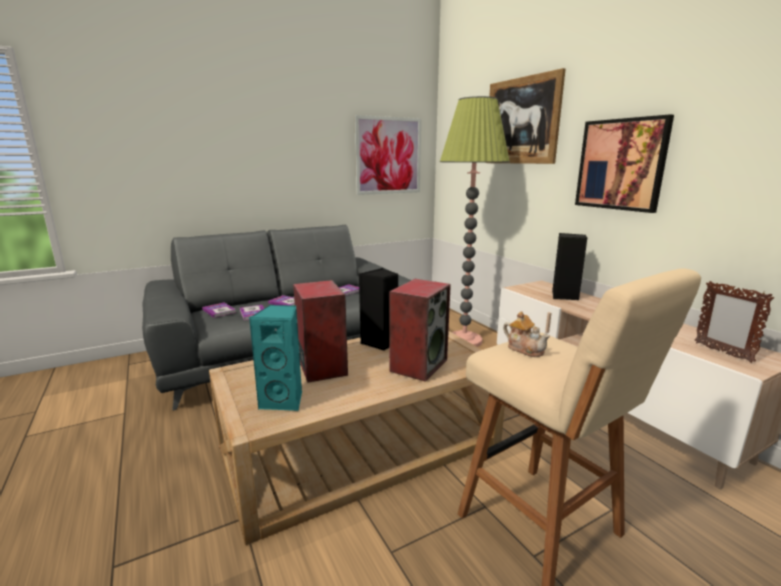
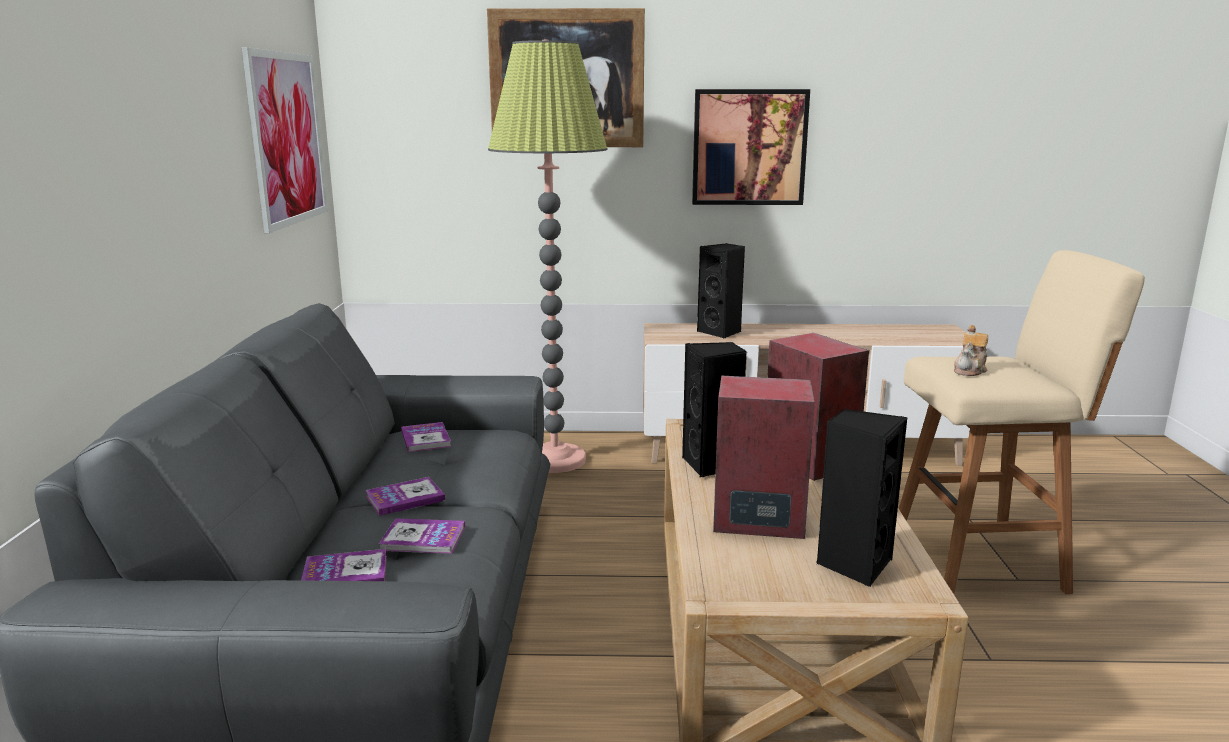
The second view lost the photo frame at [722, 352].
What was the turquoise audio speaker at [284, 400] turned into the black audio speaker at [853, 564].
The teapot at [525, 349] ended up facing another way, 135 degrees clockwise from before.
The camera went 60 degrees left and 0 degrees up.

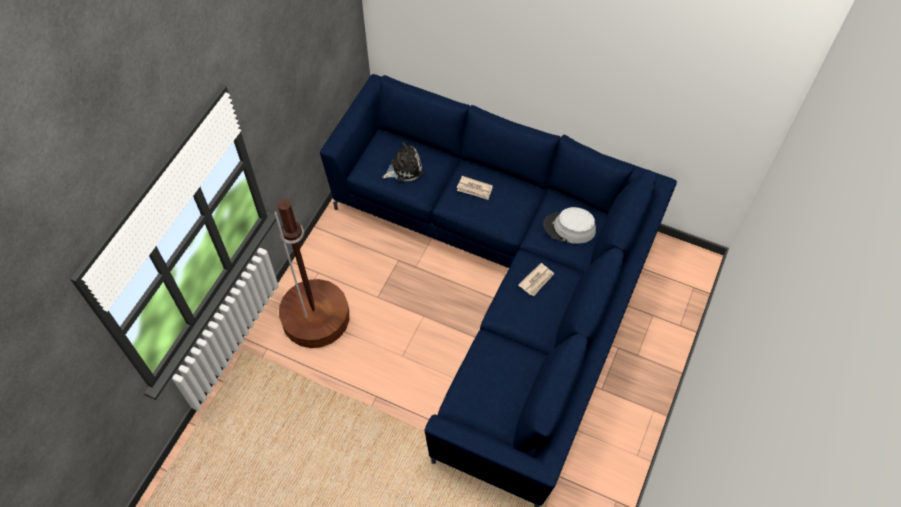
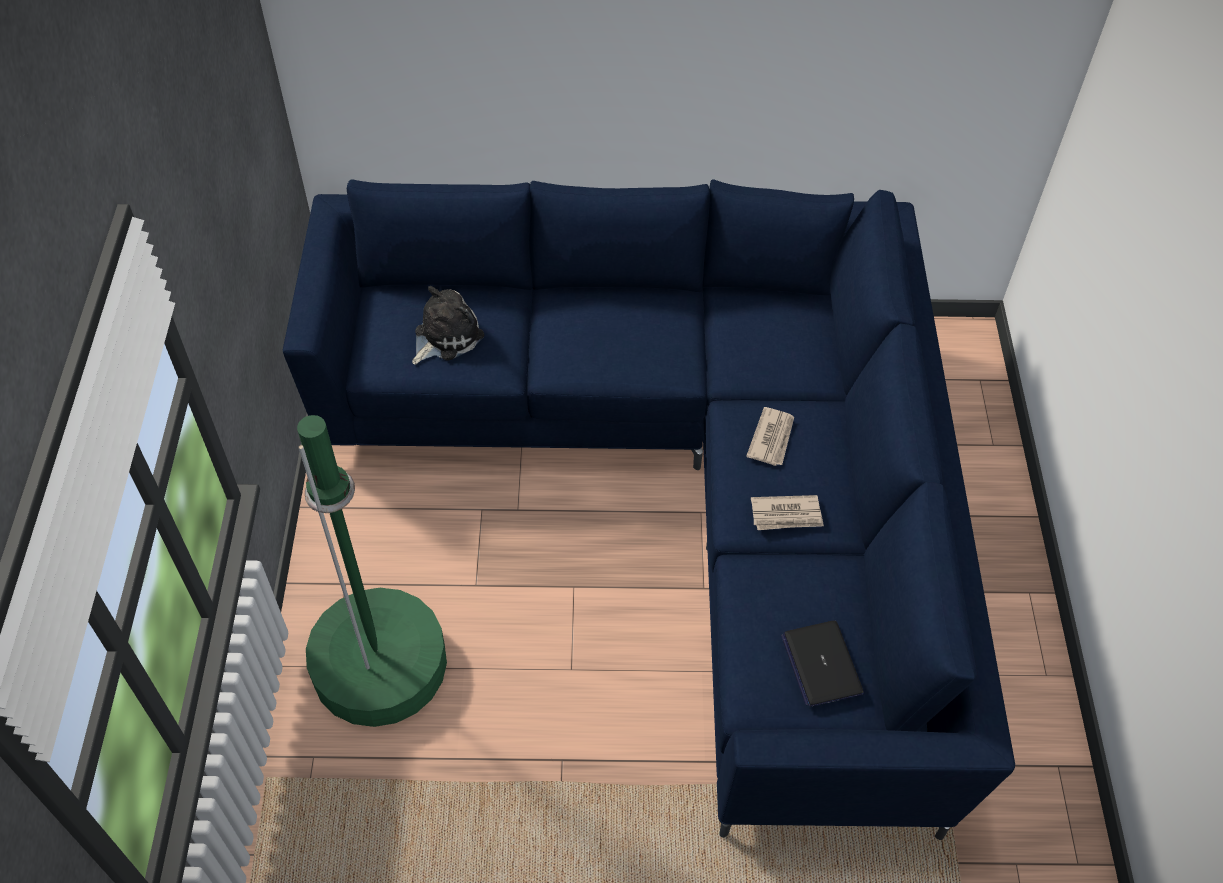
The newspaper ended up elsewhere, having gone from [474, 189] to [786, 515].
What was the brown standard lamp at [315, 317] turned into the green standard lamp at [379, 664].
The second view lost the gray clothing hat at [569, 228].
The second view gained the notebook computer at [821, 664].
The camera went 25 degrees left and 5 degrees down.

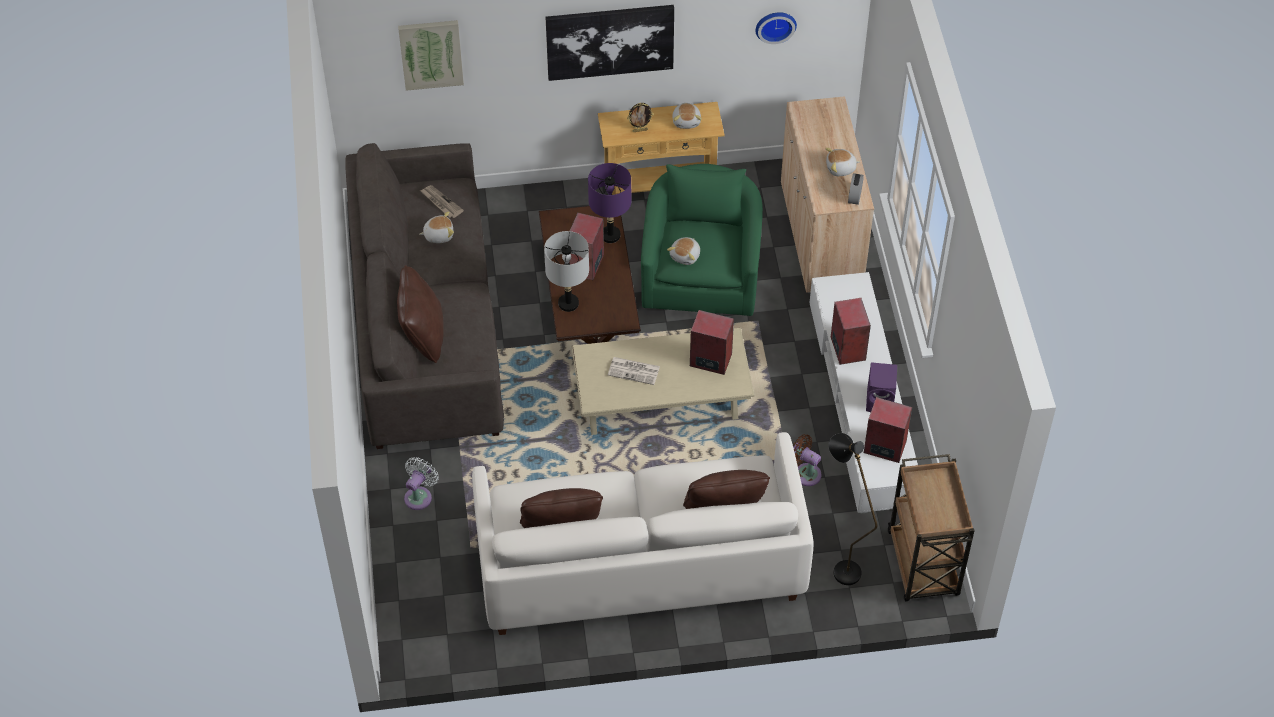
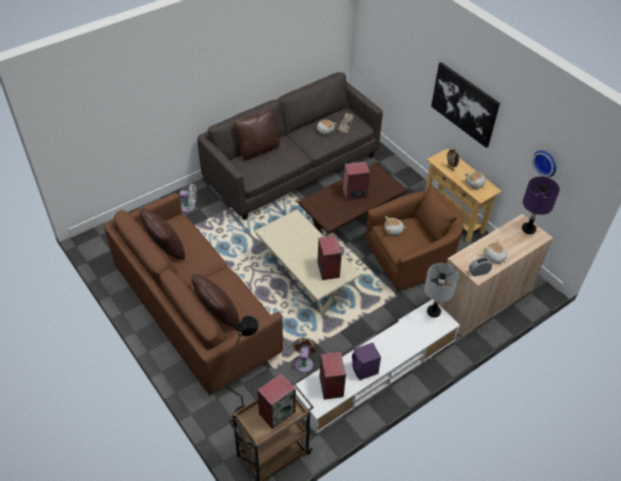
The second view lost the picture at [431, 54].
The purplish lamp for a table ended up elsewhere, having gone from [610, 235] to [528, 229].
What was the green armchair at [702, 272] turned into the brown armchair at [411, 258].
The gray lamp for a table ended up elsewhere, having gone from [568, 304] to [433, 312].
The audio speaker ended up elsewhere, having gone from [847, 348] to [277, 412].
The second view lost the newspaper at [634, 371].
What was the white couch at [640, 564] turned into the brown couch at [195, 311].
The camera went 60 degrees right and 5 degrees down.

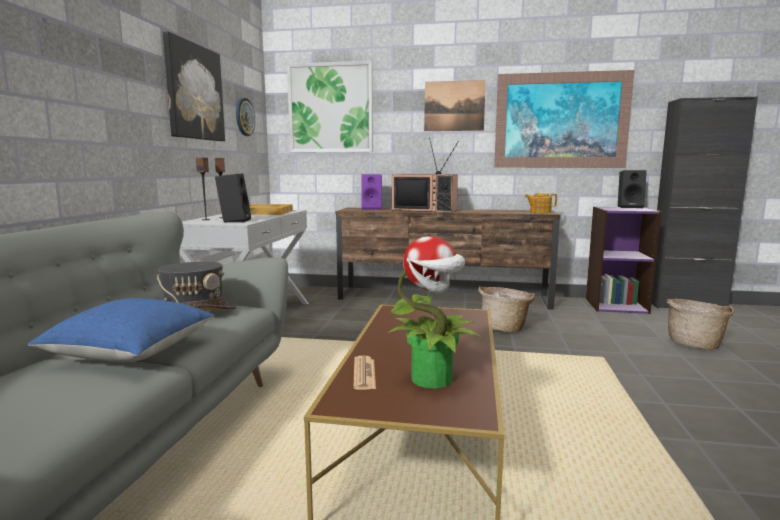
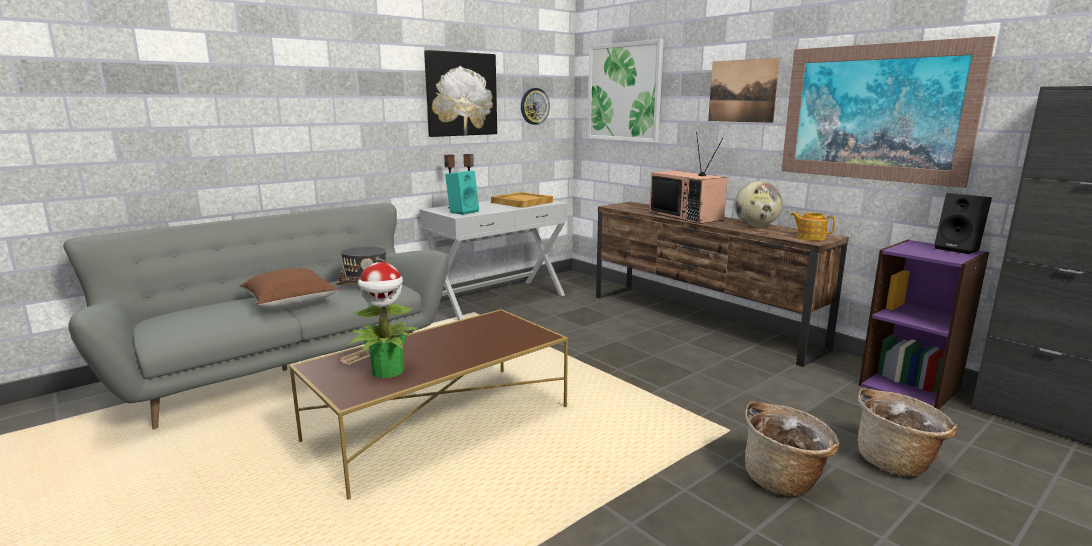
What was the black audio speaker at [234, 221] turned into the turquoise audio speaker at [463, 212].
The second view lost the purplish audio speaker at [372, 209].
The household basket ended up elsewhere, having gone from [505, 328] to [784, 480].
What was the bluish cushion at [131, 353] turned into the brown cushion at [290, 303].
The second view gained the world globe at [755, 226].
The camera went 40 degrees right and 5 degrees up.

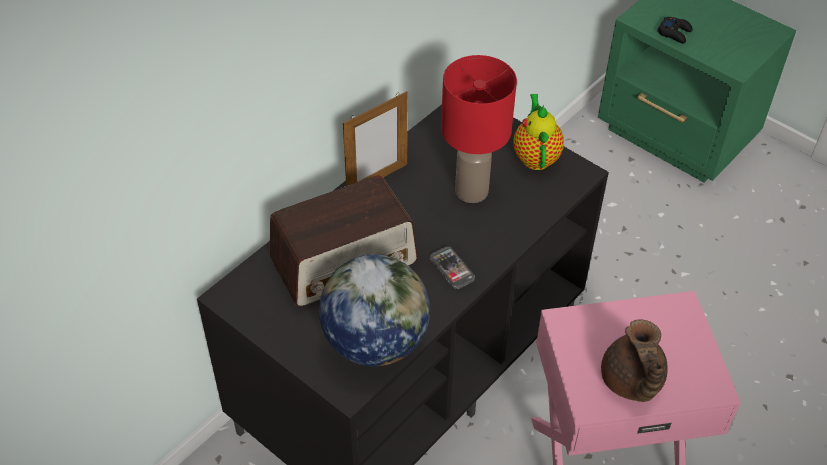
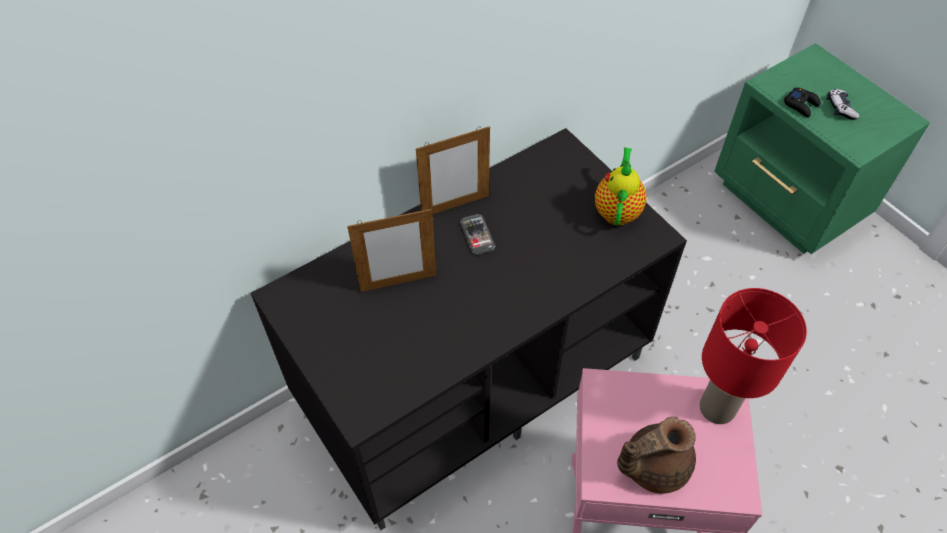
The reddish lamp for a table ended up elsewhere, having gone from [471, 190] to [717, 407].
Where the radio stood at [345, 261], the photo frame came to stand at [398, 283].
The phone ended up elsewhere, having gone from [452, 268] to [477, 235].
The second view lost the world globe at [375, 342].
The brown teapot at [631, 382] ended up facing another way, 60 degrees clockwise from before.
The second view gained the game controller at [840, 108].
The camera went 15 degrees right and 5 degrees up.

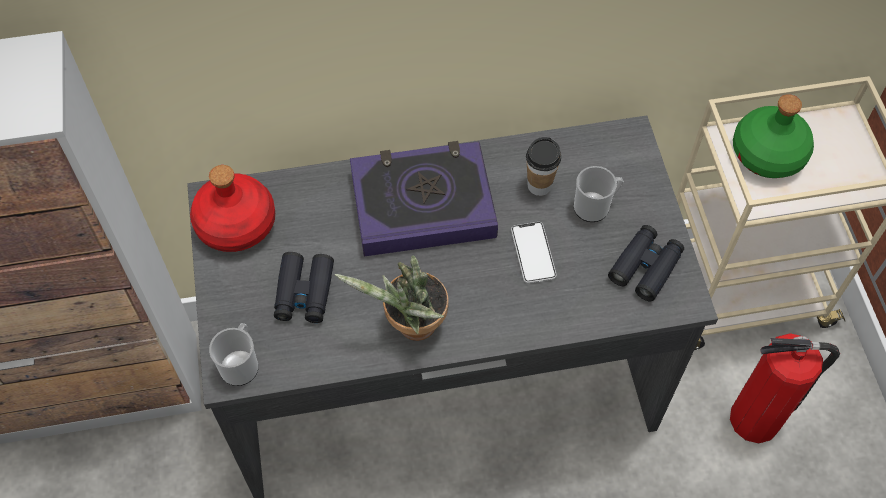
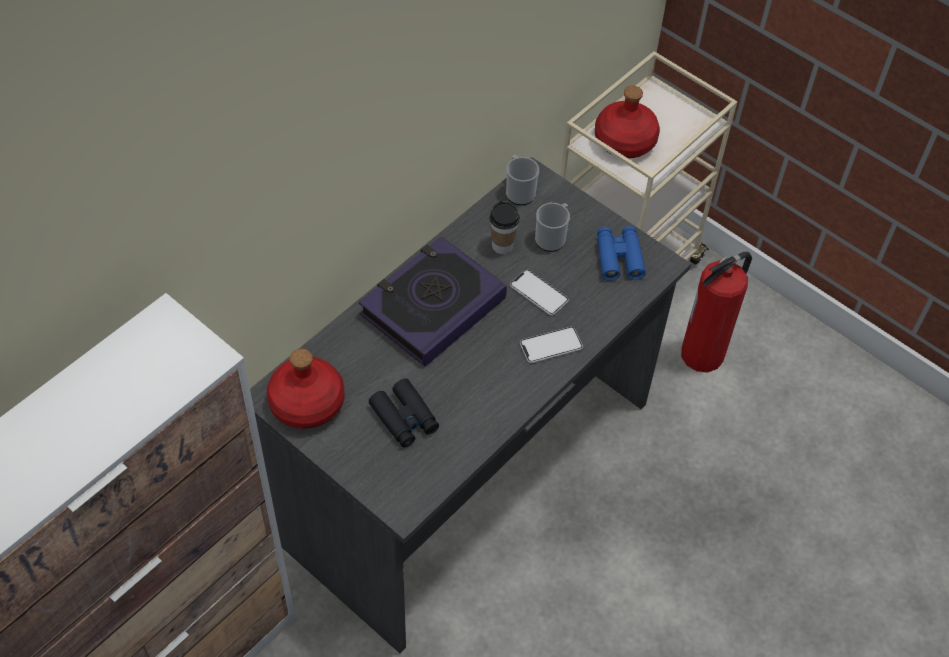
What was the green bottle at [767, 154] turned into the reddish bottle at [624, 142].
What was the black binoculars at [645, 267] turned into the bluish binoculars at [619, 258].
The second view lost the potted plant at [411, 327].
The coffee mug ended up elsewhere, having gone from [241, 364] to [519, 191].
The second view gained the phone at [551, 345].
The camera went 40 degrees left and 5 degrees down.

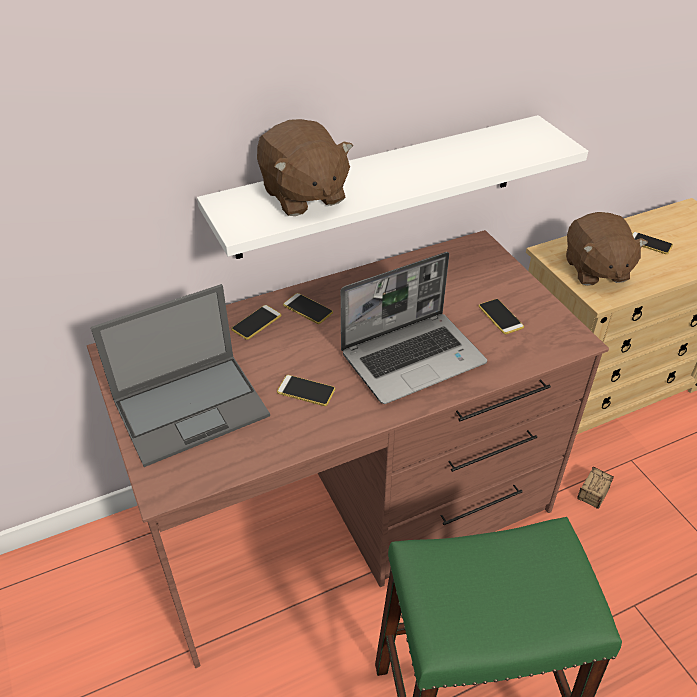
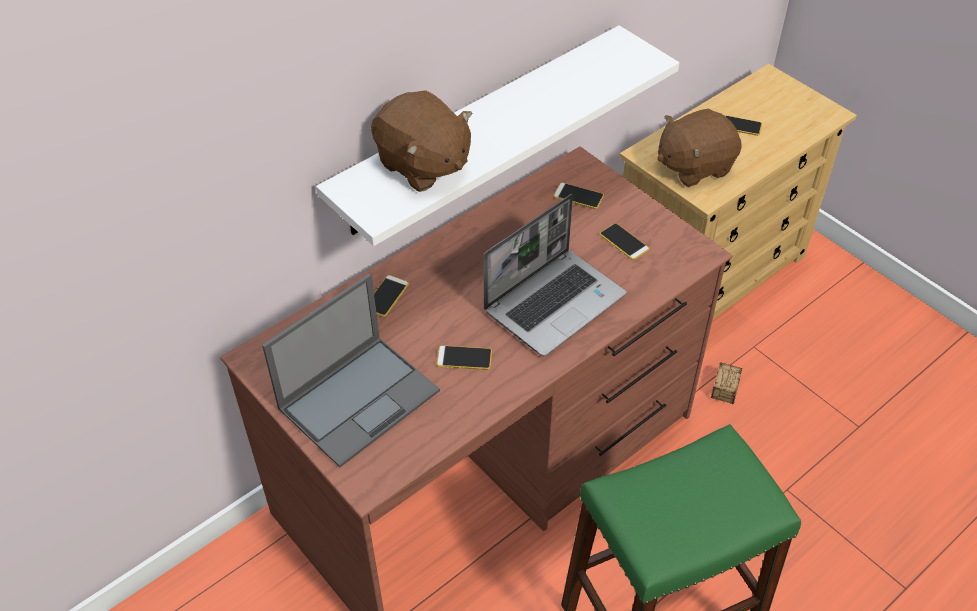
The brown soft toy at [595, 270] ended up facing another way, 90 degrees clockwise from before.
The phone ended up elsewhere, having gone from [307, 309] to [578, 196].
The camera went 15 degrees left and 5 degrees up.

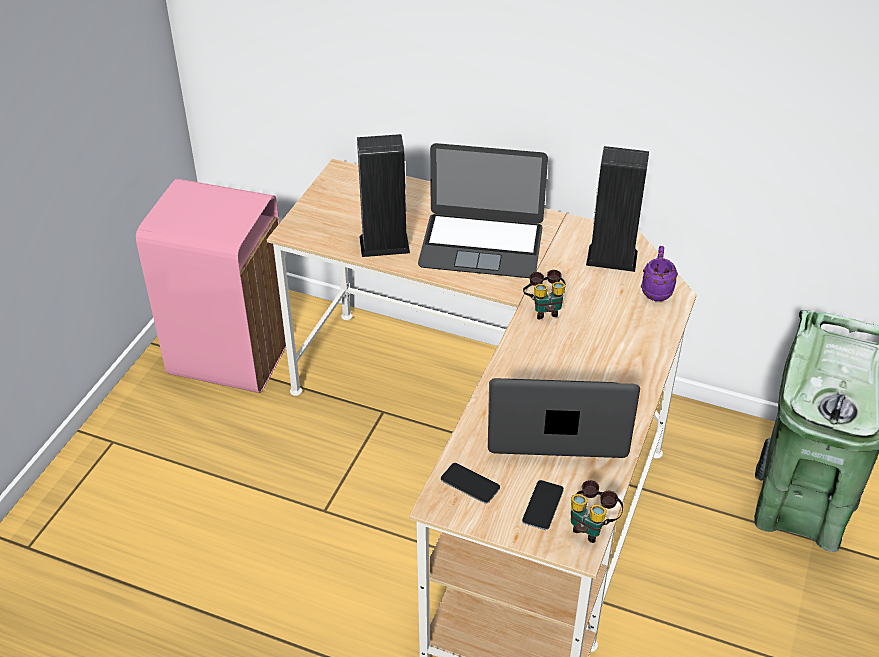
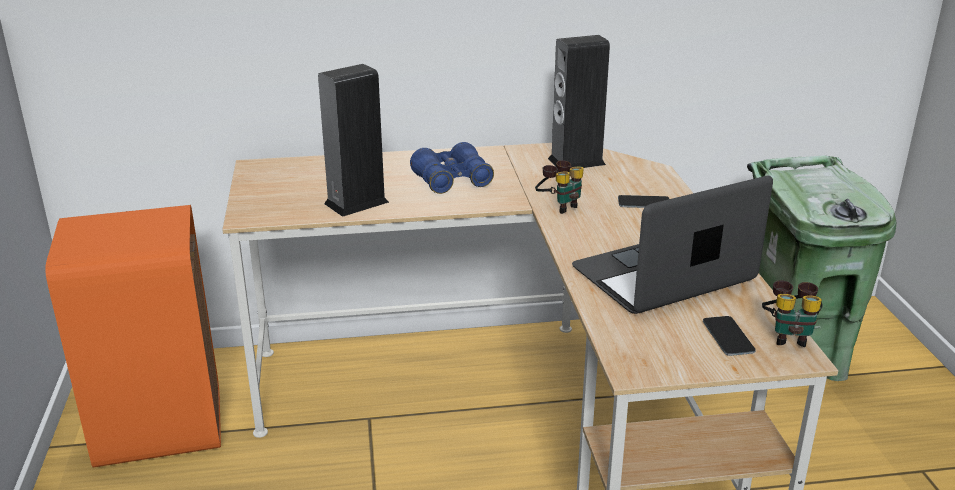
Where the notebook computer stood at [481, 245], the bluish binoculars came to stand at [452, 181].
What was the pink-coloured trash can at [231, 357] turned into the orange trash can at [161, 428].
The second view lost the purplish coffee mug at [656, 290].
The phone ended up elsewhere, having gone from [470, 483] to [644, 202].
The camera went 30 degrees left and 15 degrees down.

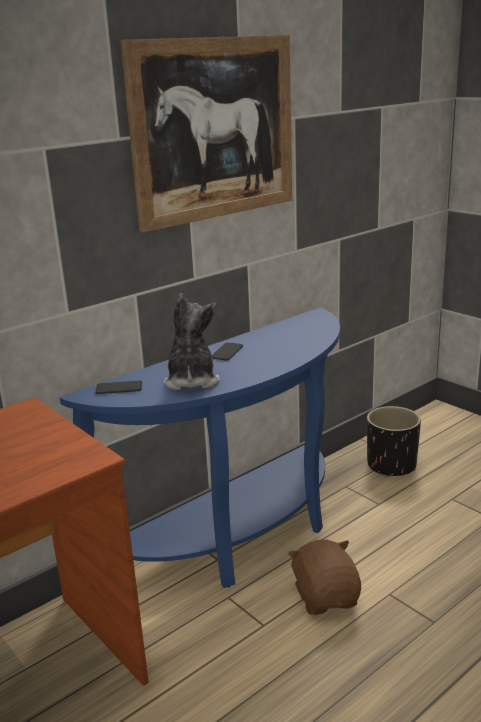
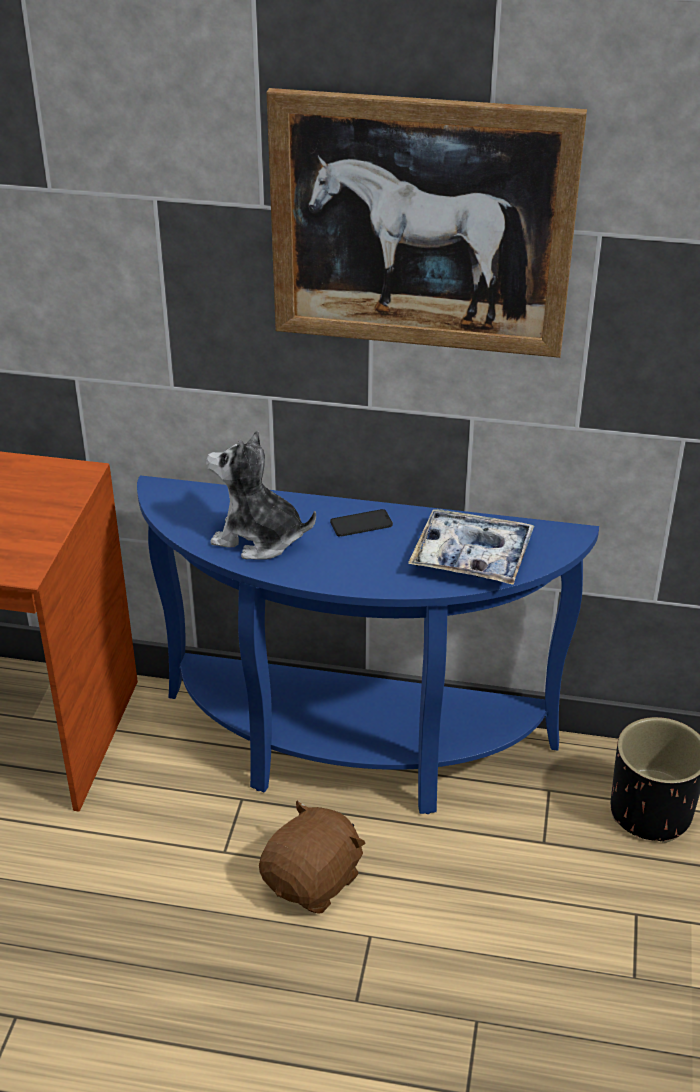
The soft toy at [191, 380] ended up facing another way, 120 degrees counterclockwise from before.
The second view lost the phone at [119, 388].
The second view gained the tray at [471, 557].
The camera went 50 degrees right and 15 degrees up.

